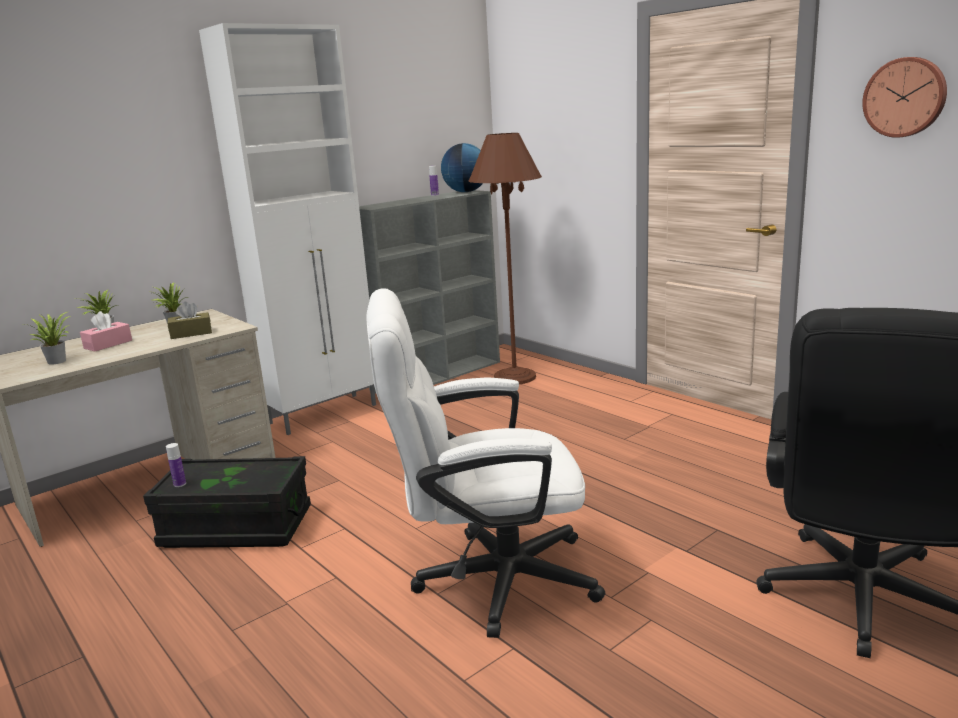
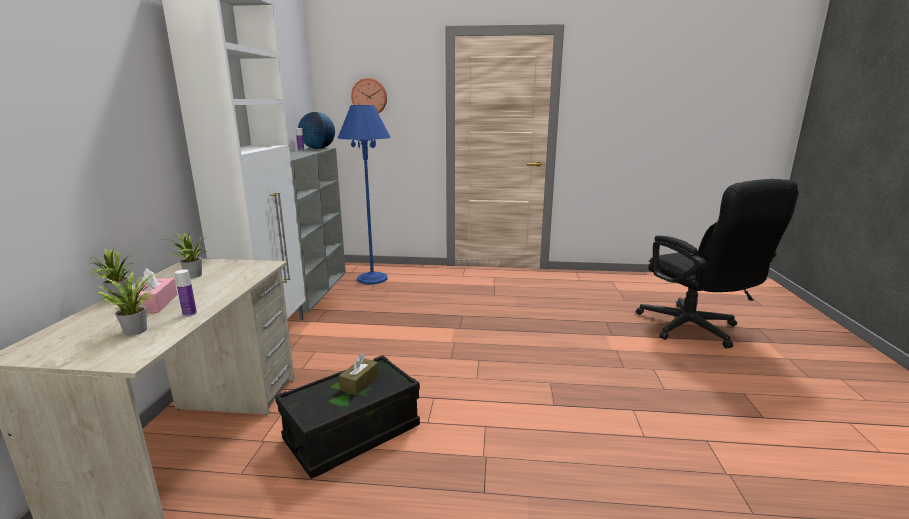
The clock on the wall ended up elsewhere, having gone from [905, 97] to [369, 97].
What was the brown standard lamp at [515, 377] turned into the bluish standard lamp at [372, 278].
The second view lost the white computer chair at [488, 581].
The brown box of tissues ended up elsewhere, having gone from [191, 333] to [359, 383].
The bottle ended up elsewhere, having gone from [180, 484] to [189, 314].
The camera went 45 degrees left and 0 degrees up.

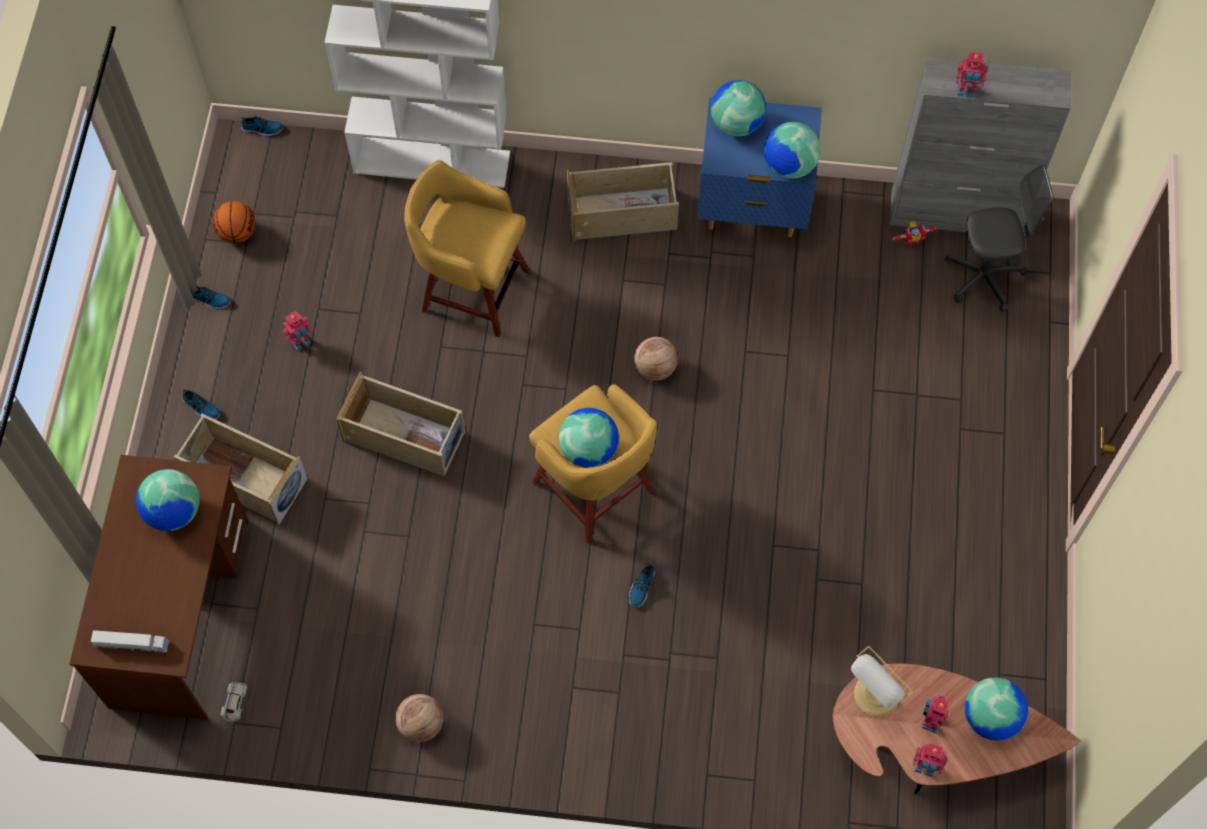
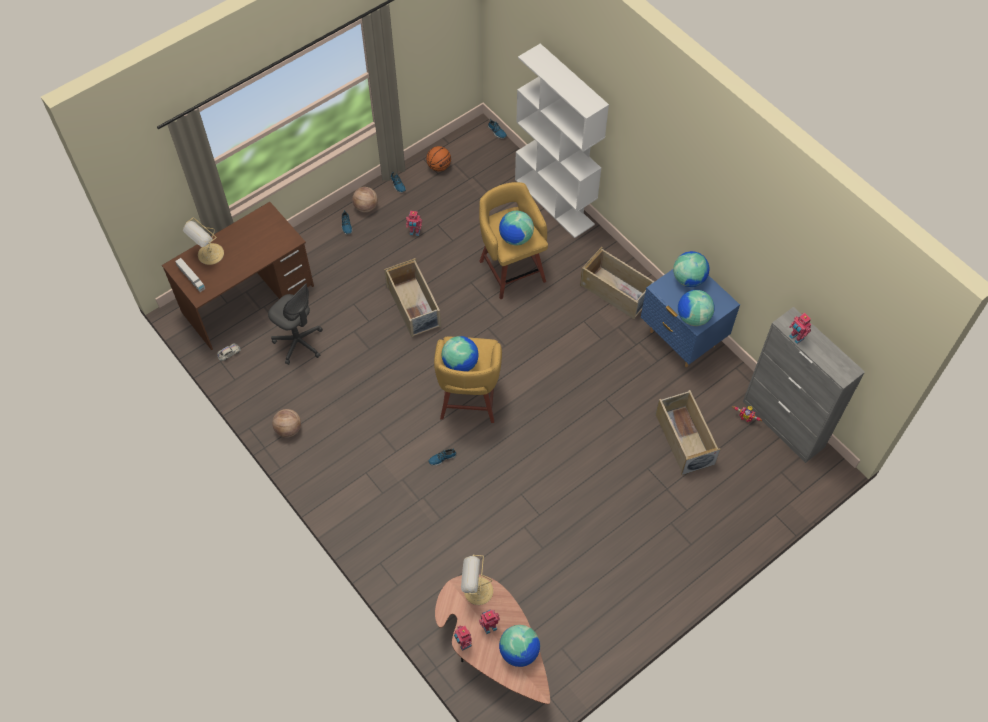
The gray computer chair ended up elsewhere, having gone from [983, 277] to [299, 343].
The basketball ball ended up elsewhere, having gone from [655, 368] to [366, 207].
The sand-coloured storage box ended up elsewhere, having gone from [244, 478] to [683, 439].
The world globe ended up elsewhere, having gone from [174, 512] to [515, 238].
The second view gained the lamp for a table at [209, 255].
The camera went 45 degrees right and 5 degrees down.

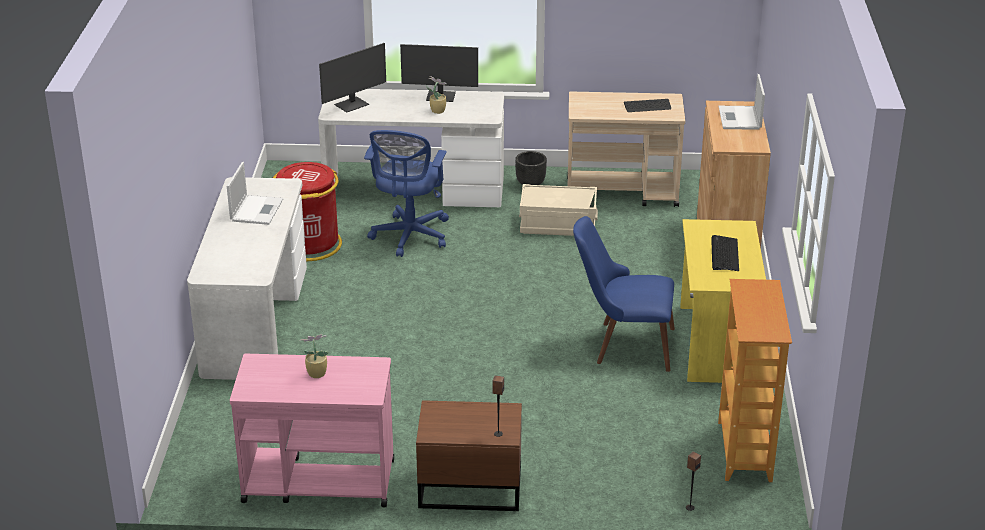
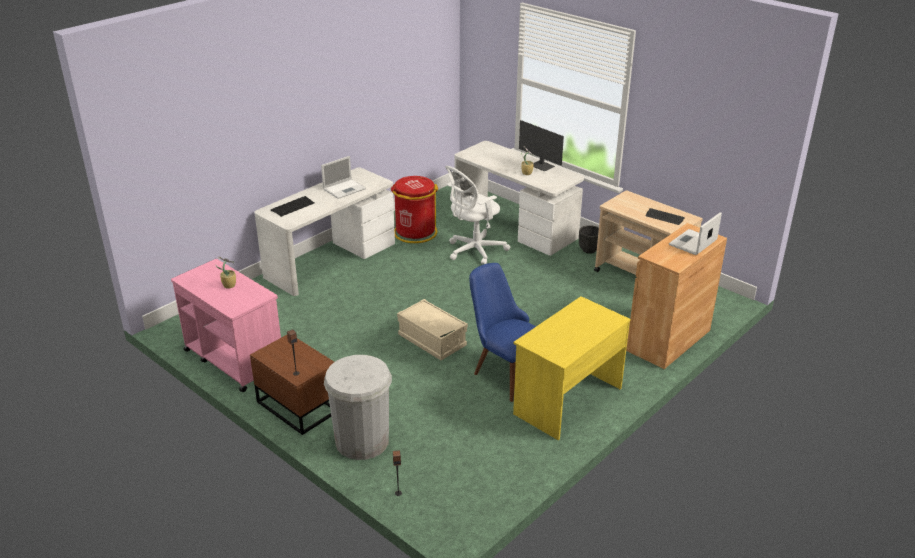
The second view lost the monitor at [352, 105].
What was the bluish computer chair at [409, 237] turned into the white computer chair at [473, 251].
The sand-coloured storage box ended up elsewhere, having gone from [558, 224] to [432, 341].
The PC keyboard ended up elsewhere, having gone from [724, 254] to [292, 207].
The second view lost the shelving unit at [745, 451].
The second view gained the white trash can at [362, 441].
The camera went 40 degrees right and 0 degrees up.

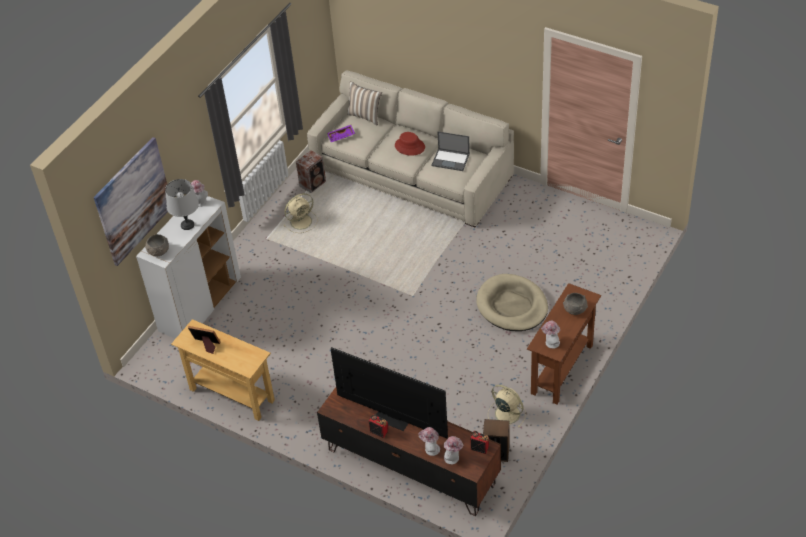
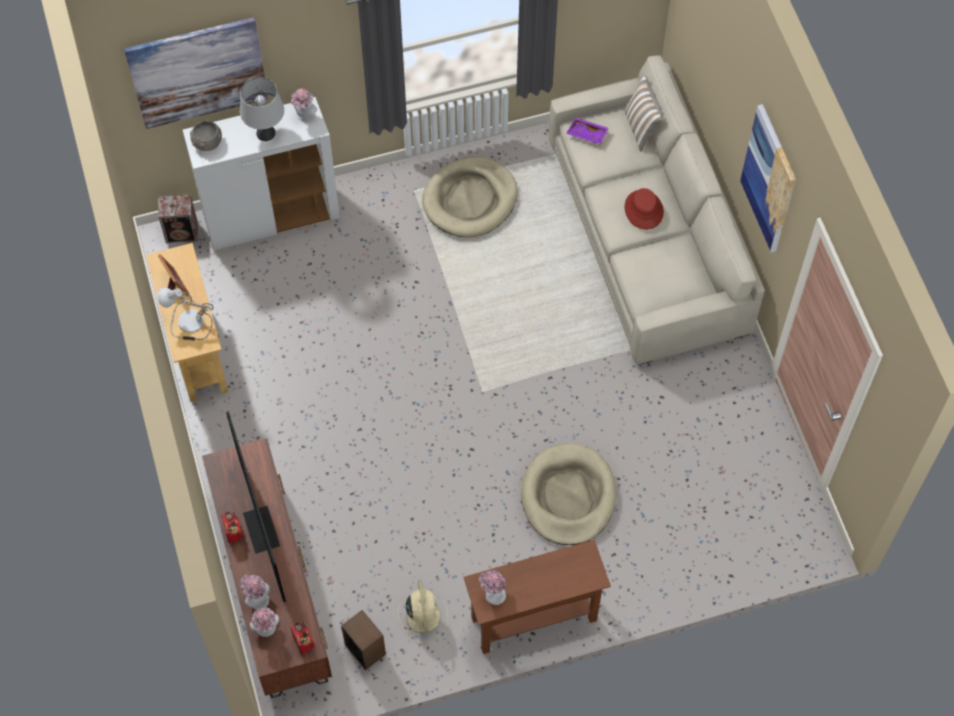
The second view lost the notebook computer at [451, 160].
The audio speaker ended up elsewhere, having gone from [313, 183] to [183, 232].
Where the sand-coloured electric fan stood at [302, 221], the sand-coloured dog bed came to stand at [470, 200].
The second view lost the gray deep dish at [574, 309].
The second view gained the picture at [769, 179].
The second view gained the lamp for a table at [188, 323].
The camera went 40 degrees right and 15 degrees up.

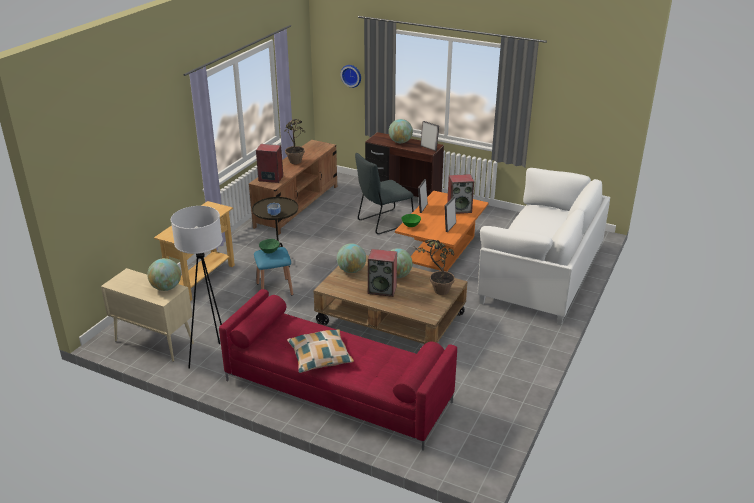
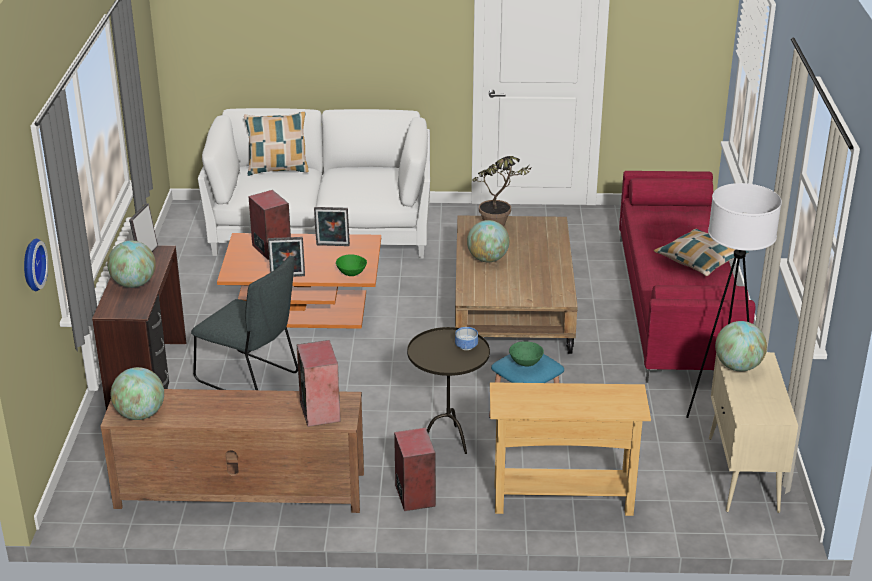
The second view lost the potted plant at [296, 163].
The world globe ended up elsewhere, having gone from [351, 270] to [140, 414].
The audio speaker ended up elsewhere, having gone from [382, 289] to [414, 495].
The second view gained the cushion at [278, 170].
The camera went 115 degrees left and 0 degrees up.

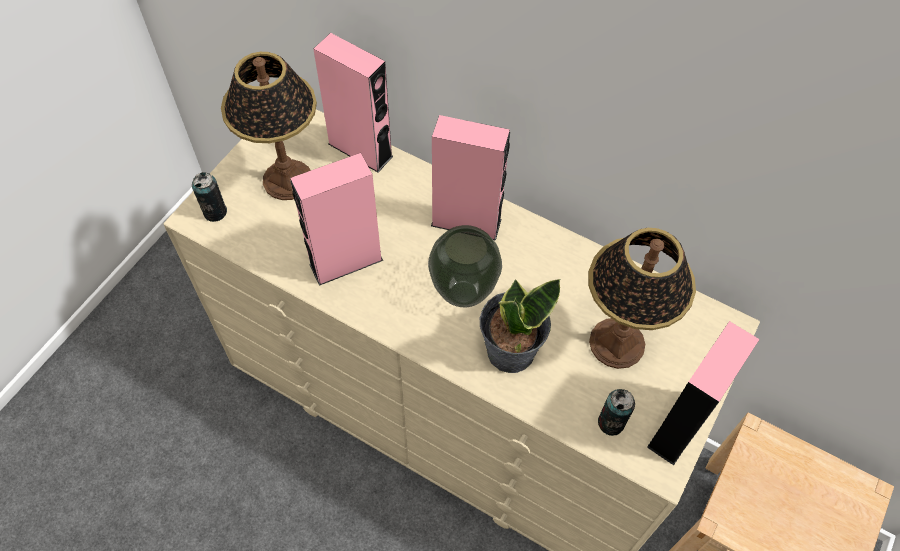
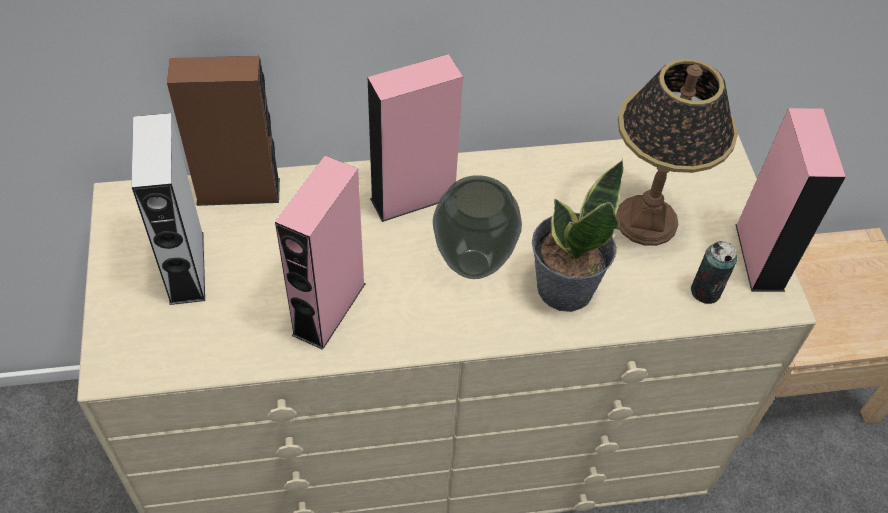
What was the pink-coloured audio speaker at [360, 150] turned into the brown audio speaker at [238, 191].
Where the lamp for a table stood at [288, 180], the gray audio speaker came to stand at [186, 267].
The second view lost the can at [215, 212].
The camera went 40 degrees left and 5 degrees down.

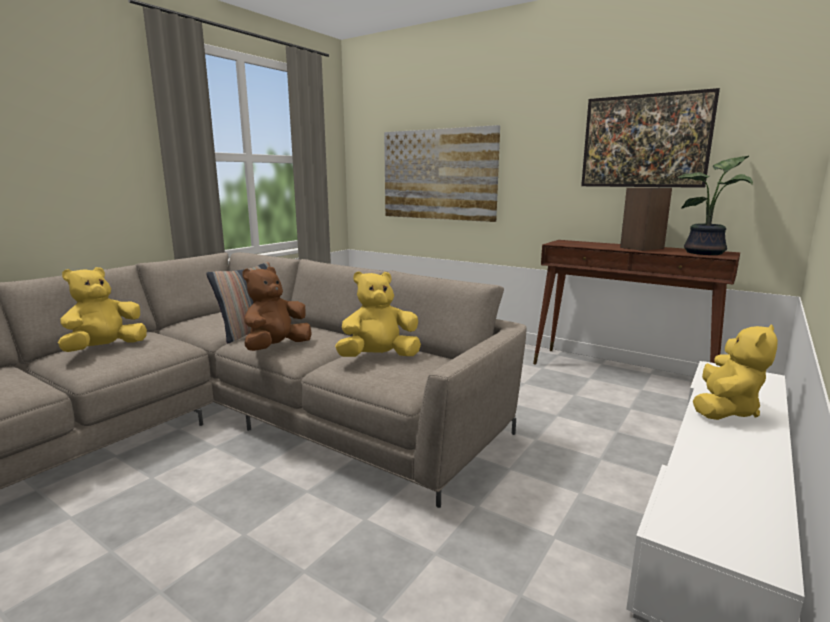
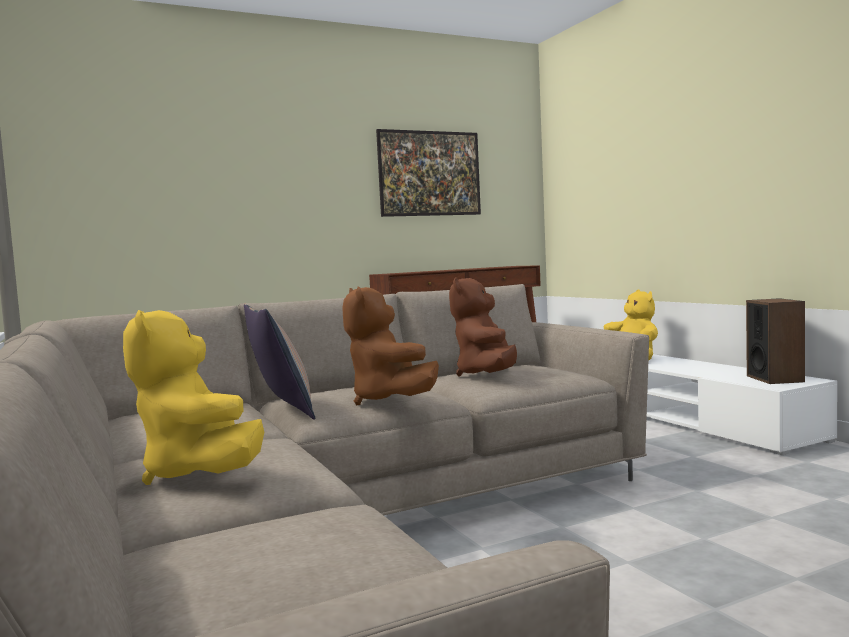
The second view lost the picture at [438, 174].
The second view lost the potted plant at [707, 253].
The audio speaker ended up elsewhere, having gone from [642, 248] to [775, 379].
What was the yellow soft toy at [379, 357] turned into the brown soft toy at [488, 375].
The camera went 60 degrees left and 10 degrees down.

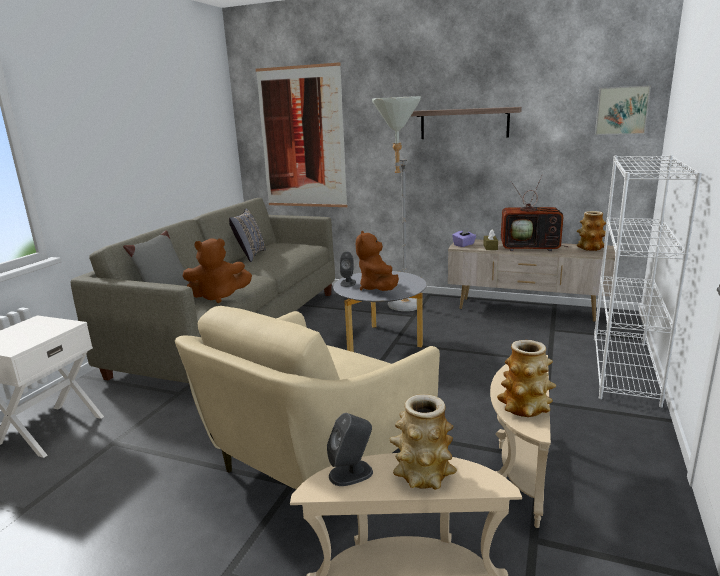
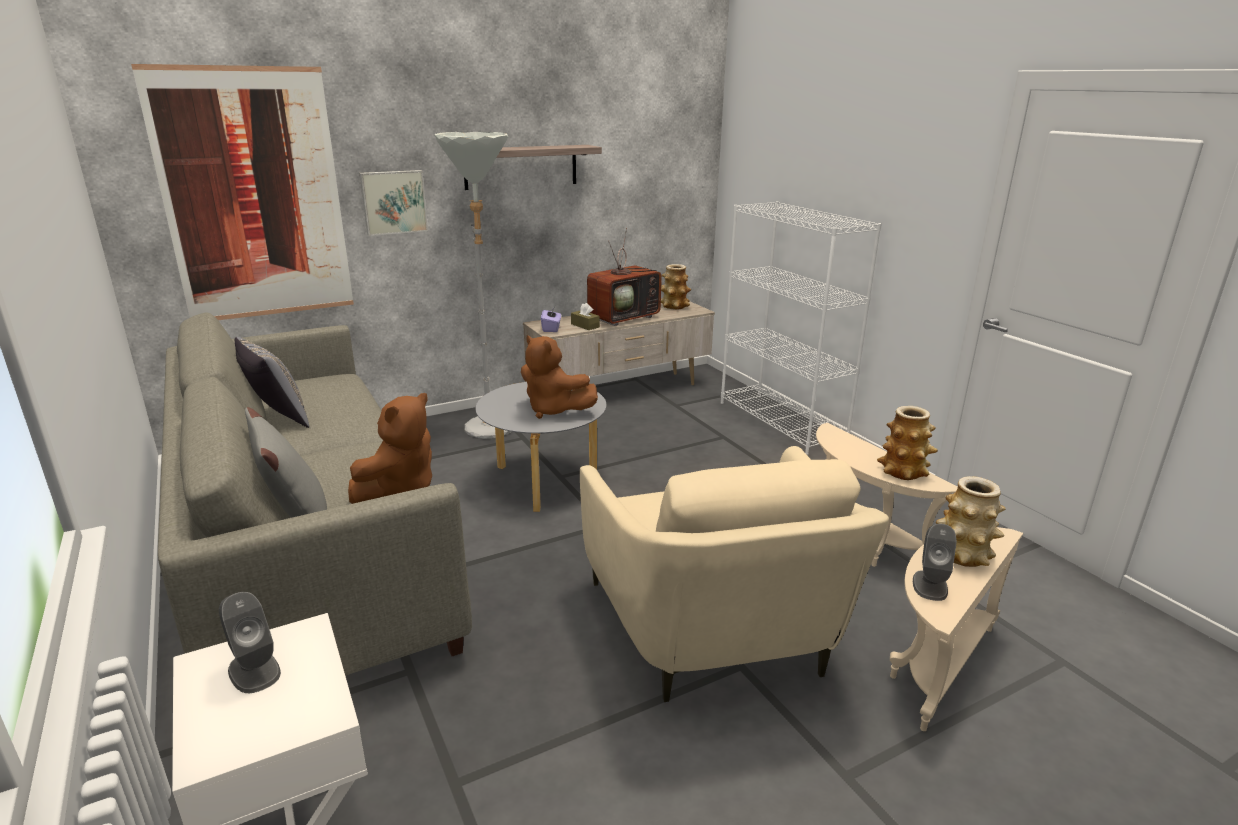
The picture ended up elsewhere, having gone from [621, 110] to [393, 202].
The gray audio speaker ended up elsewhere, having gone from [348, 283] to [254, 670].
The camera went 50 degrees left and 5 degrees up.

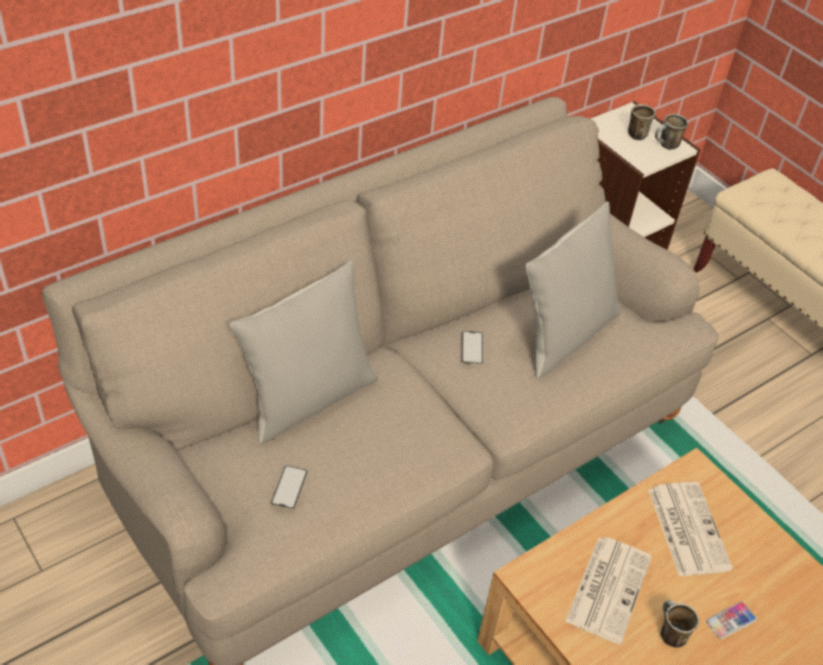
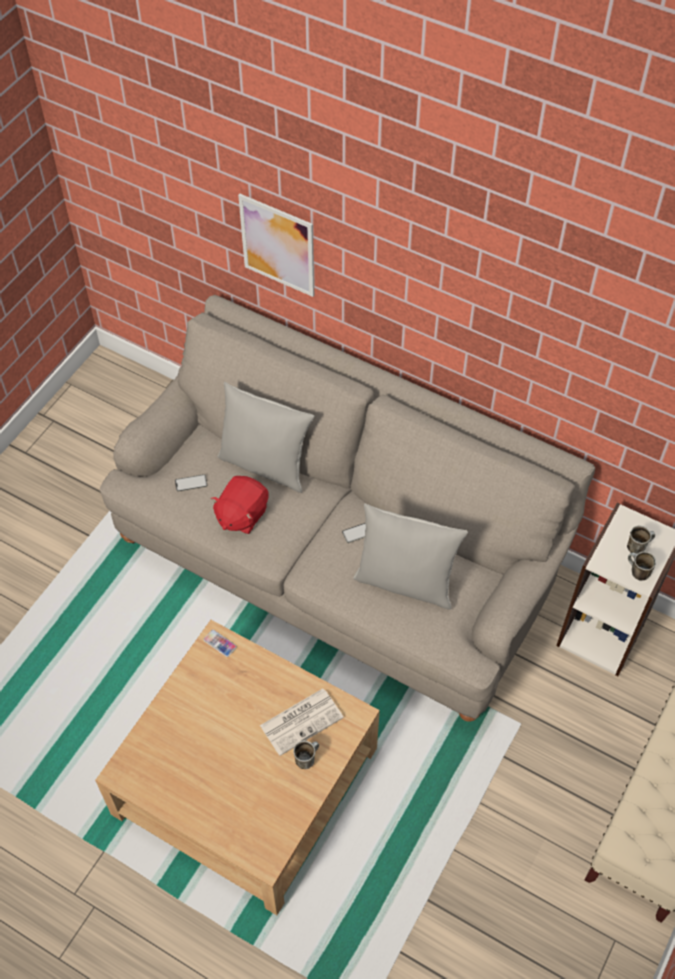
The second view lost the newspaper at [608, 587].
The coffee mug ended up elsewhere, having gone from [669, 633] to [307, 758].
The phone ended up elsewhere, having gone from [730, 620] to [220, 643].
The second view gained the picture at [278, 245].
The second view gained the reddish soft toy at [241, 514].
The camera went 70 degrees right and 10 degrees up.

